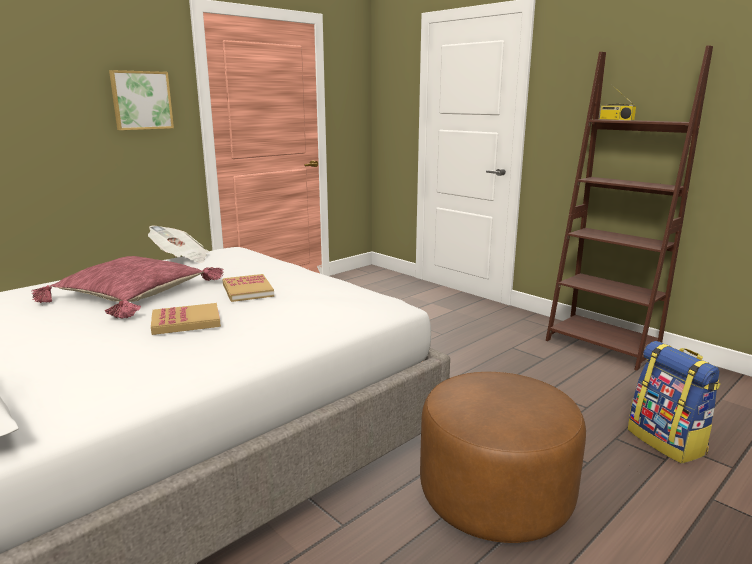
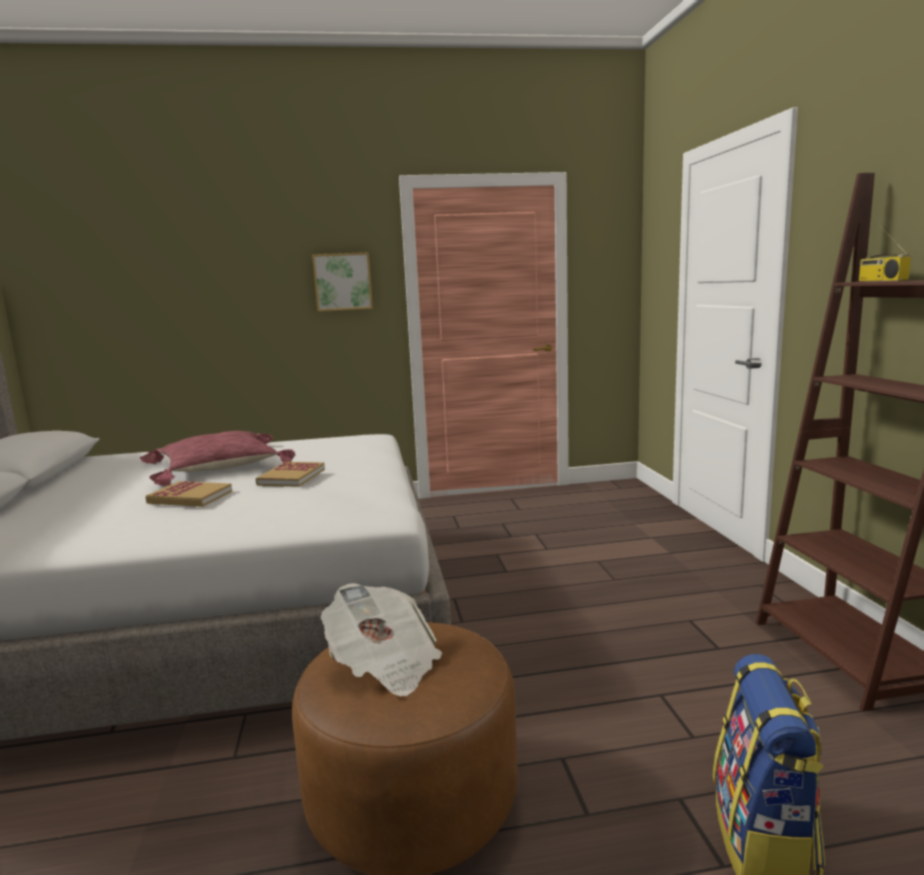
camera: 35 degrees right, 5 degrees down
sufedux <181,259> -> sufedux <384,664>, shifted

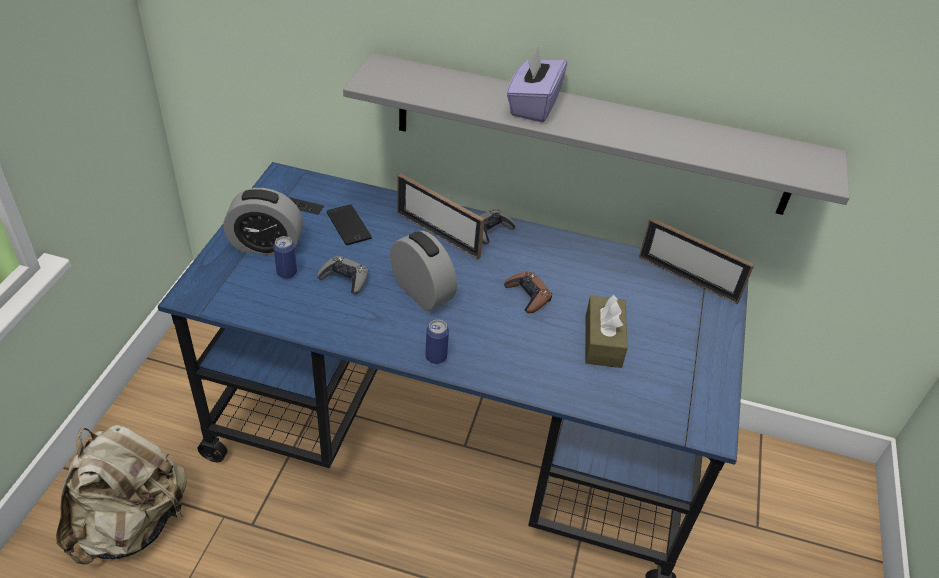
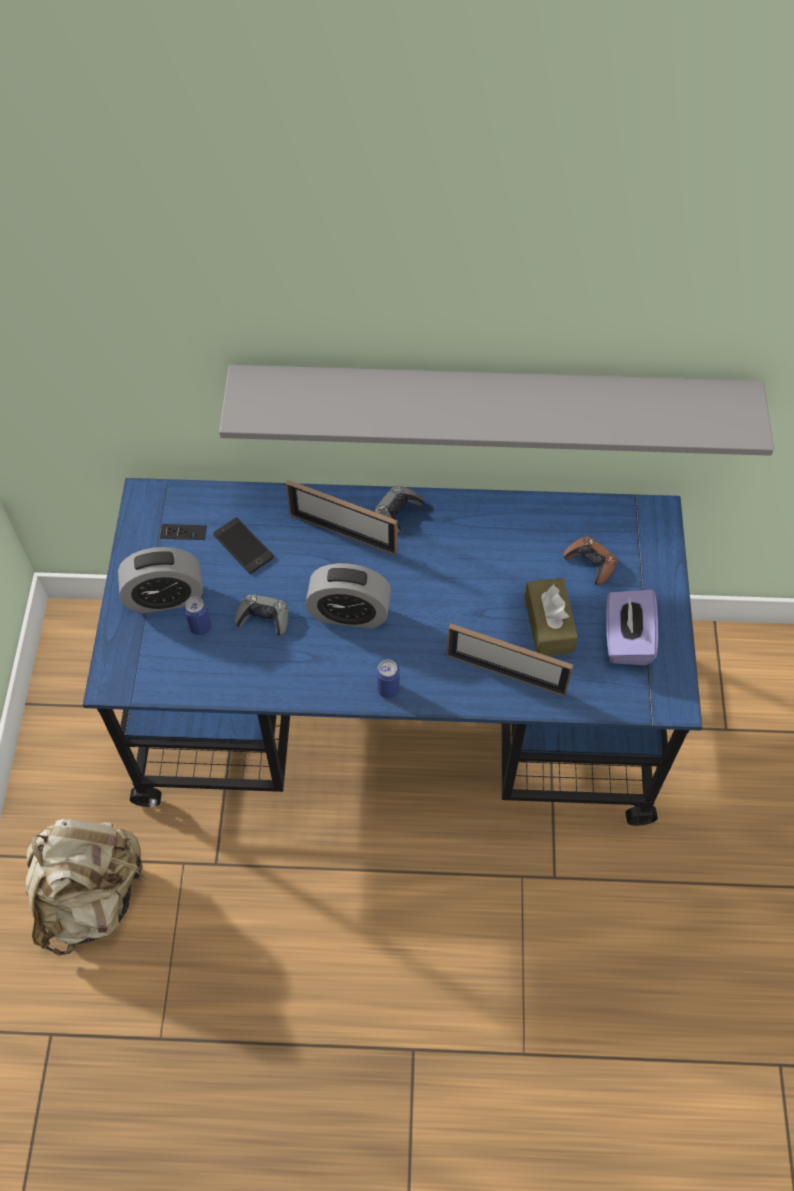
camera: 10 degrees left, 15 degrees up
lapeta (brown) <528,295> -> lapeta (brown) <590,563>, shifted
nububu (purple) <533,105> -> nububu (purple) <626,639>, shifted
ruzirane <687,279> -> ruzirane <505,673>, shifted
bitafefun <422,292> -> bitafefun <349,613>, 150 degrees clockwise

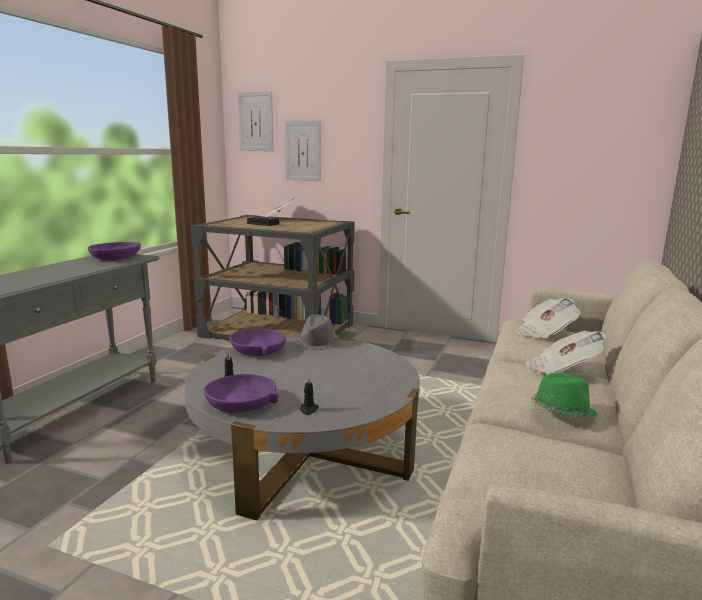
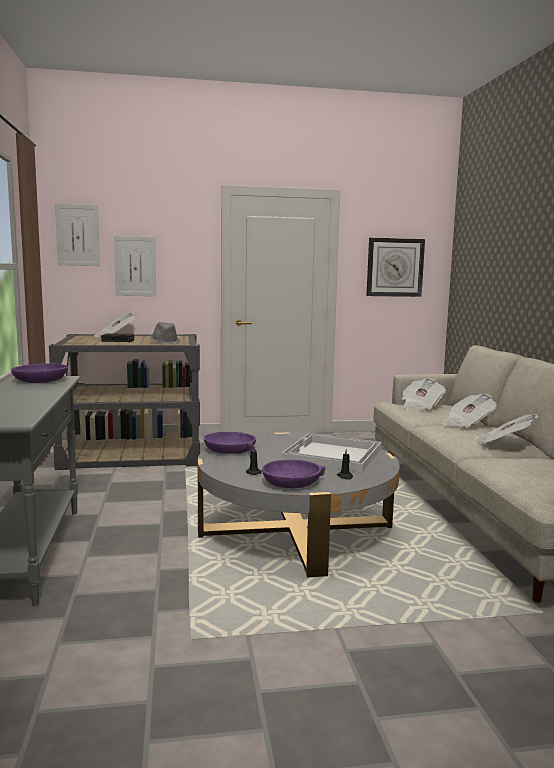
camera: 30 degrees left, 5 degrees down
none -> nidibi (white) <331,454>
none -> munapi <395,267>
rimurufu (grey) <317,342> -> rimurufu (grey) <165,342>, shifted
rimurufu (green) <561,411> -> sufedux <502,444>

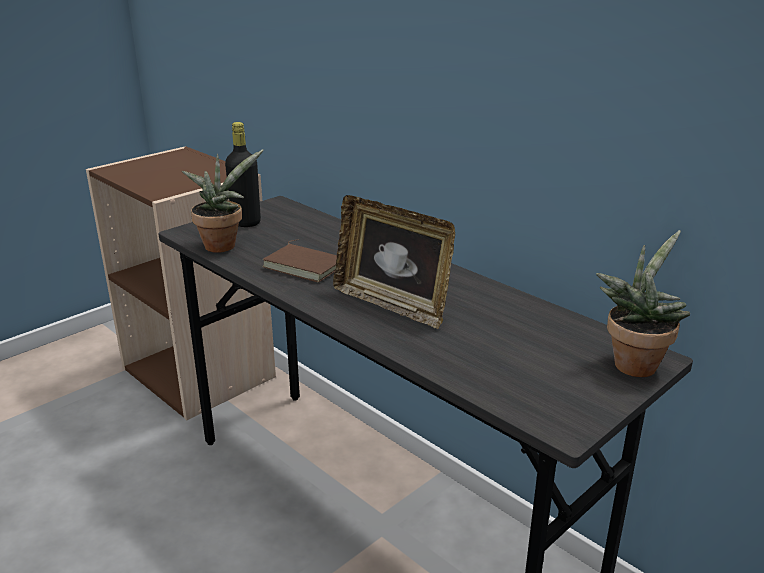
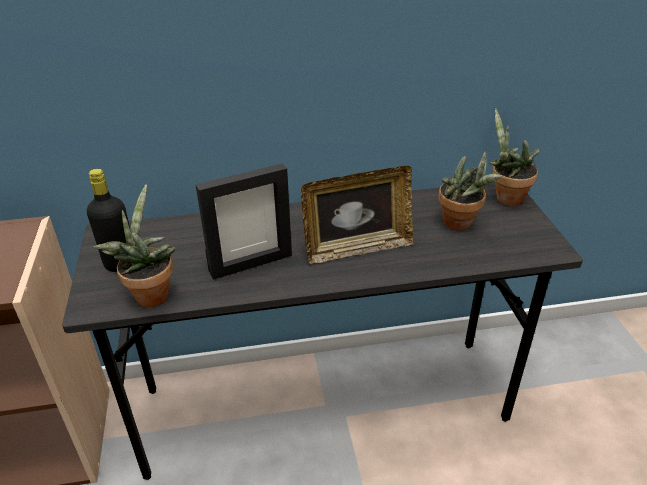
camera: 55 degrees left, 10 degrees up
none -> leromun <461,224>
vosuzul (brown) <306,266> -> ruzirane <250,263>

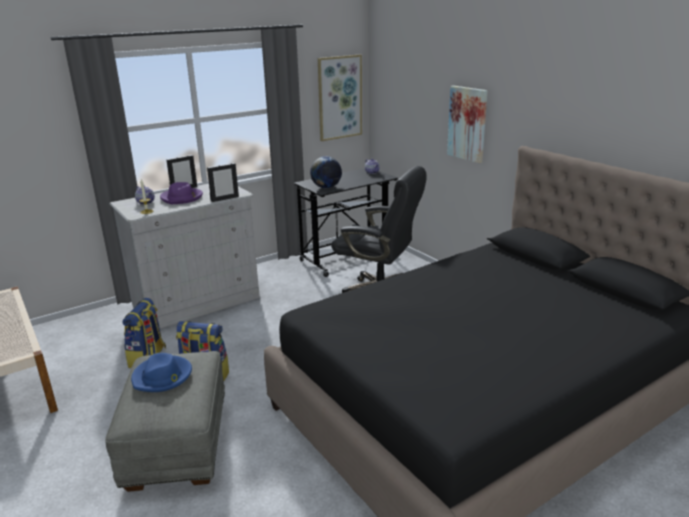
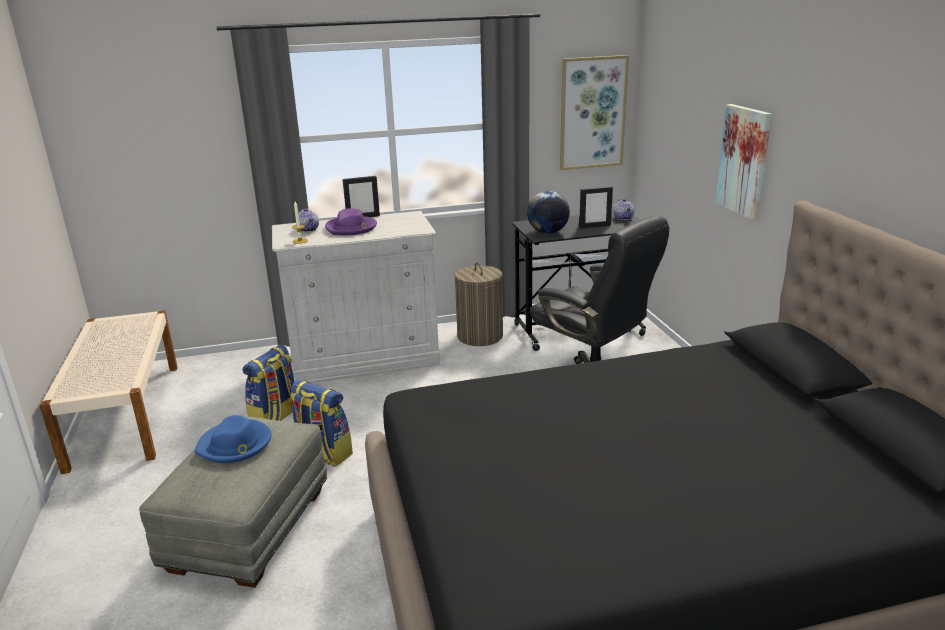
camera: 20 degrees right, 0 degrees up
none -> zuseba <480,336>
ruzirane <224,198> -> ruzirane <594,226>, shifted

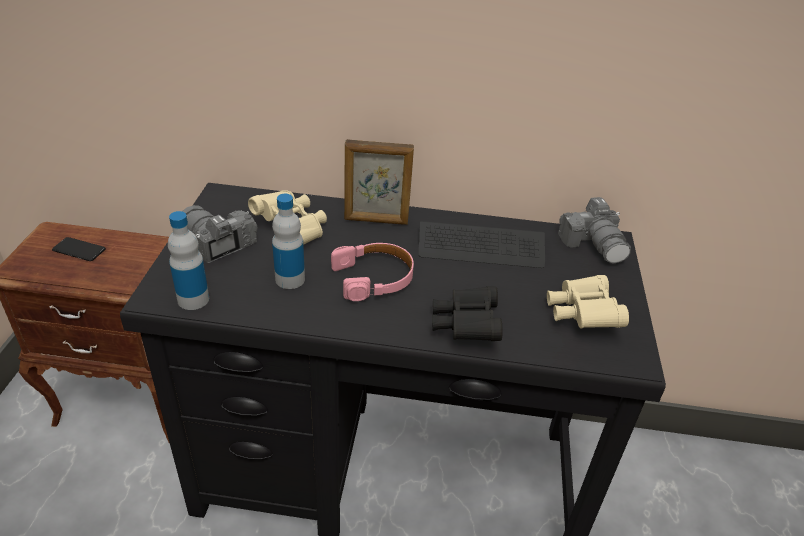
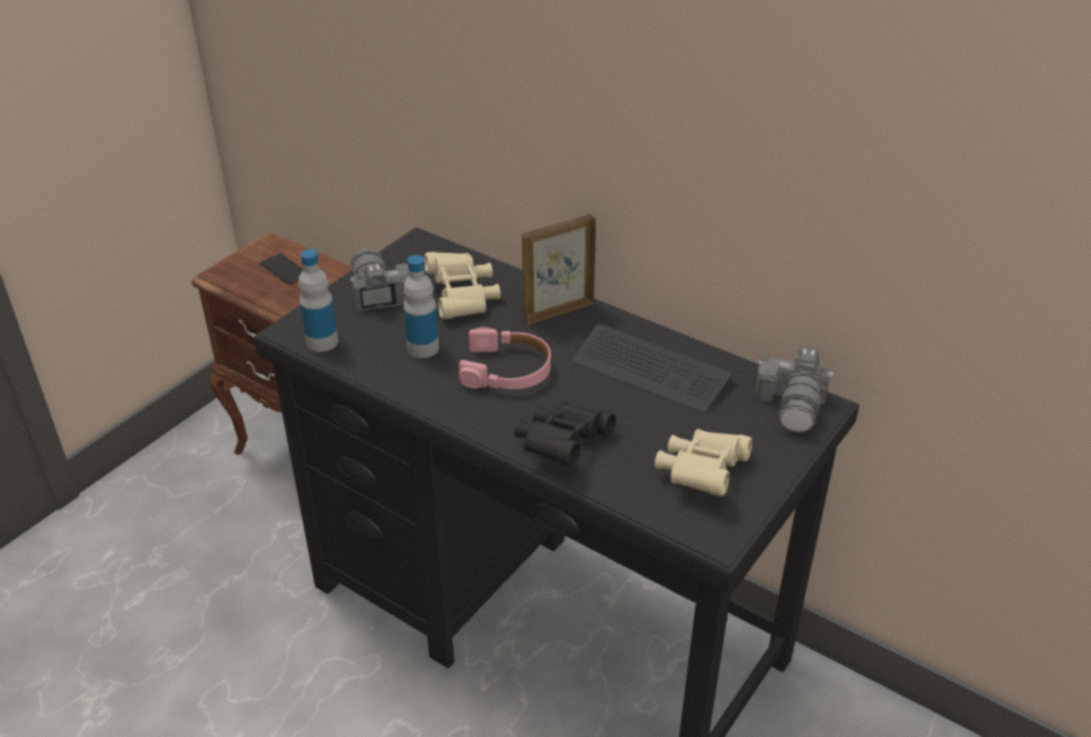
camera: 30 degrees right, 0 degrees up
ruzirane <376,220> -> ruzirane <557,311>, 120 degrees clockwise

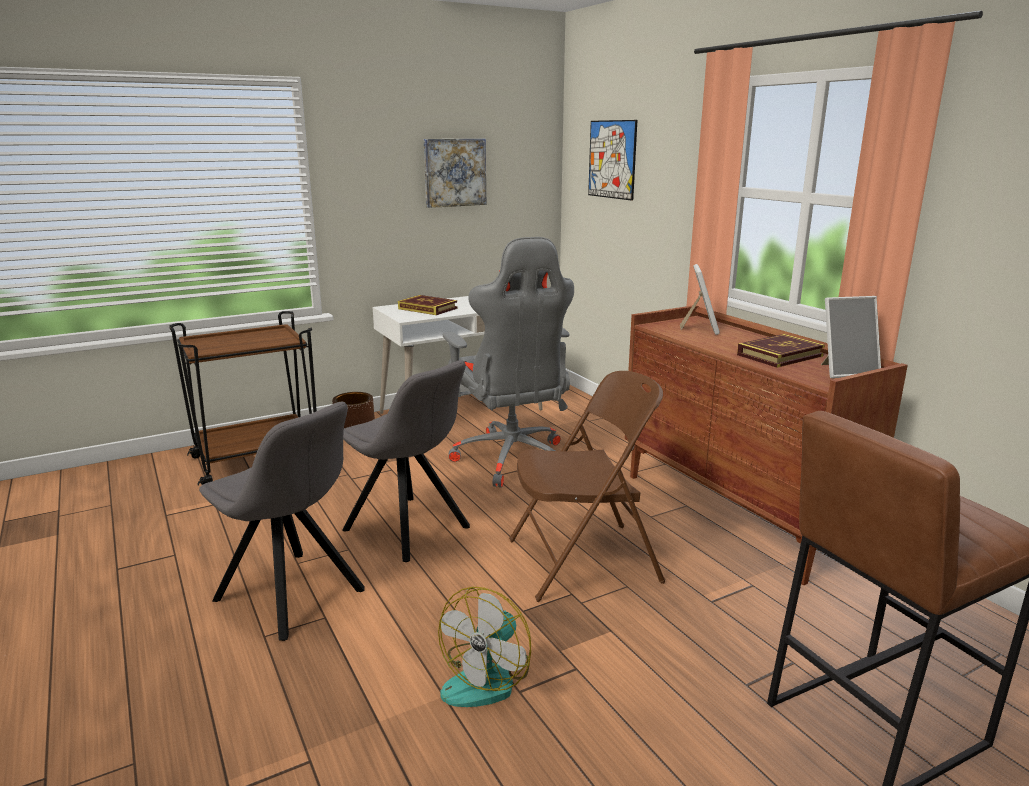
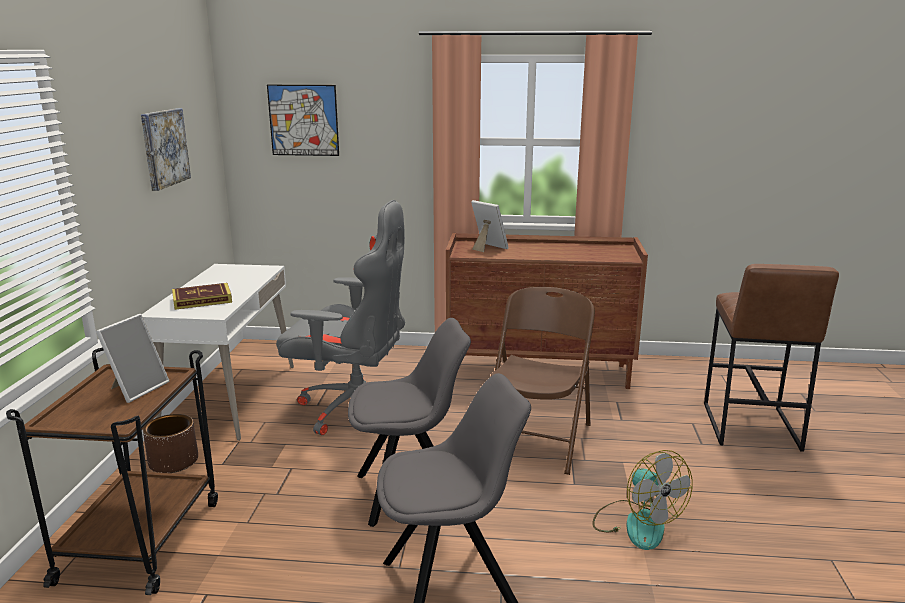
camera: 55 degrees left, 0 degrees up
vosuzul <779,355> -> none
ruzirane <845,371> -> ruzirane <137,389>, shifted

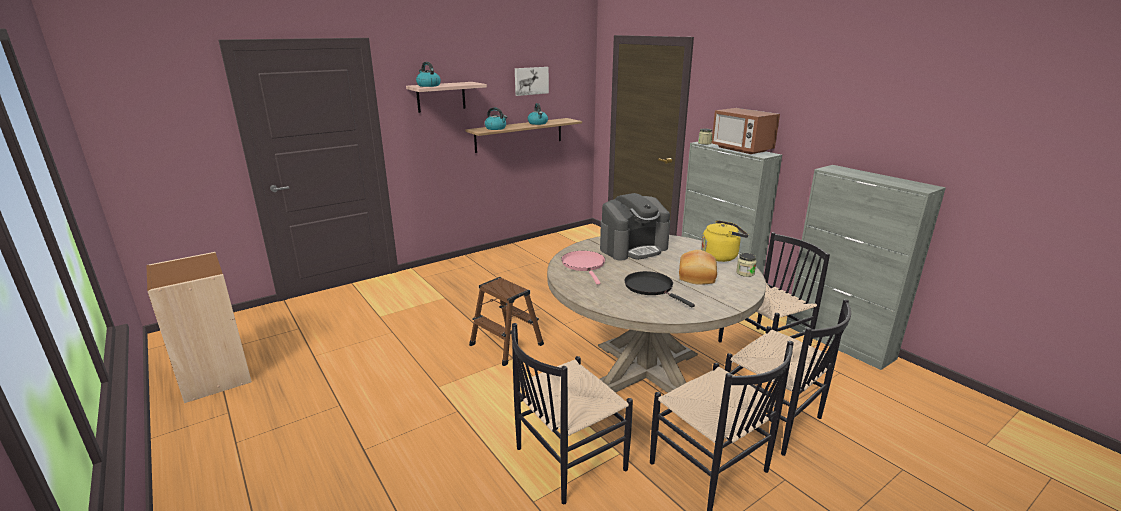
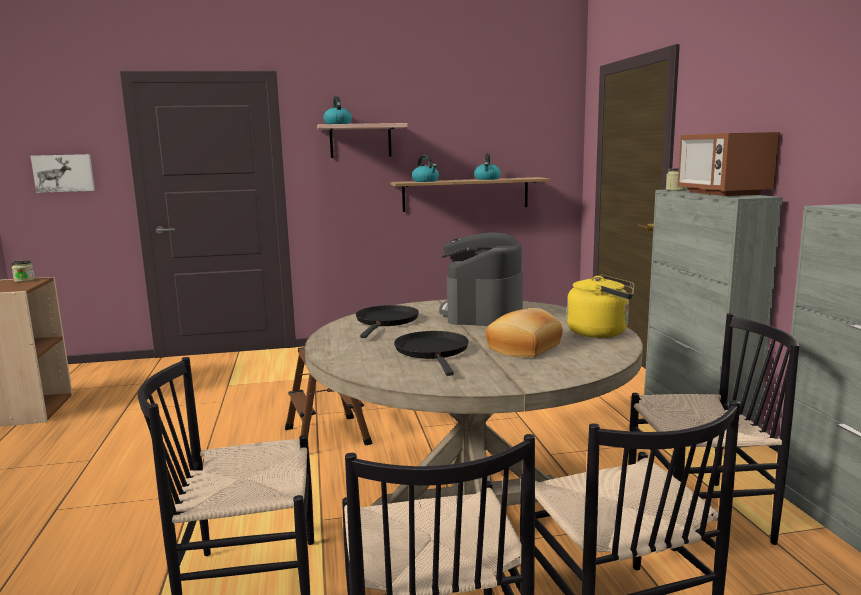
camera: 25 degrees right, 10 degrees down
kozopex <531,81> -> kozopex <64,173>, shifted
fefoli <745,273> -> fefoli <24,280>, shifted
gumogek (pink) <584,265> -> gumogek (black) <386,321>
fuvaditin <633,248> -> fuvaditin <482,313>, 105 degrees clockwise

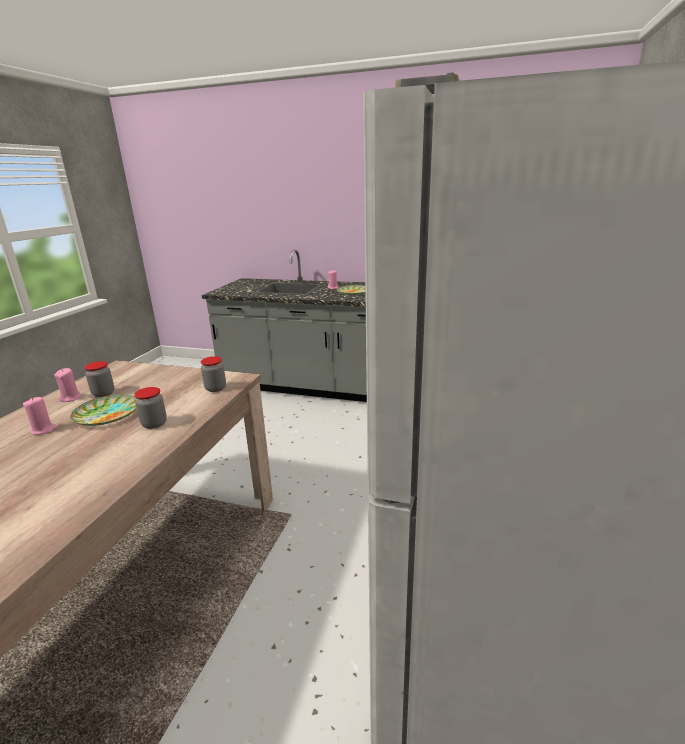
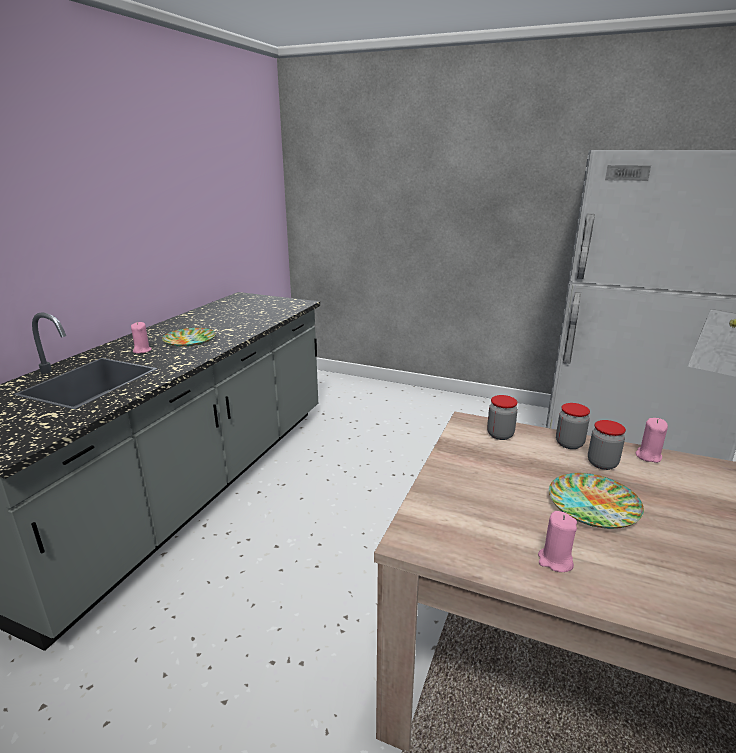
camera: 85 degrees left, 0 degrees up
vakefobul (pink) <43,430> -> vakefobul (pink) <648,456>, shifted
fefoli <103,393> -> fefoli <569,444>, shifted

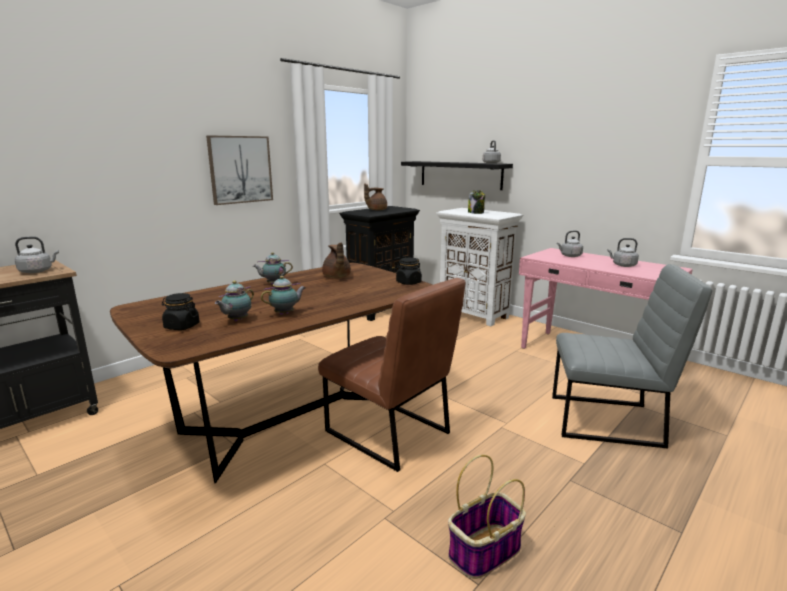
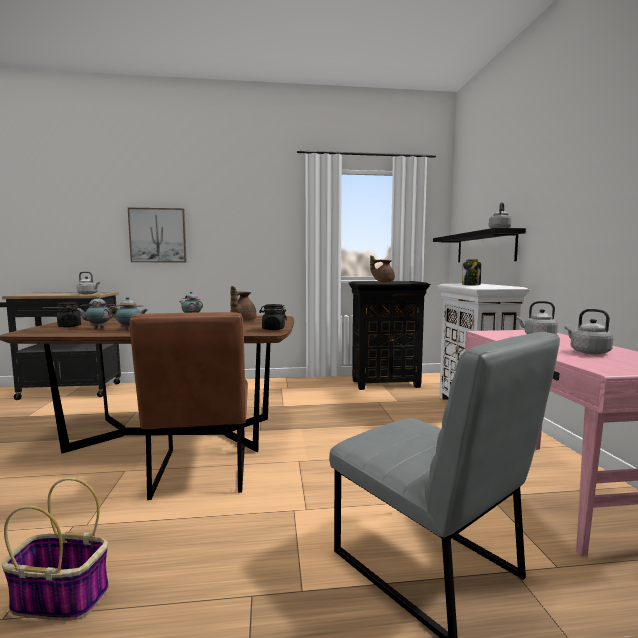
camera: 40 degrees right, 10 degrees down
kozopex <240,169> -> kozopex <158,235>, shifted

